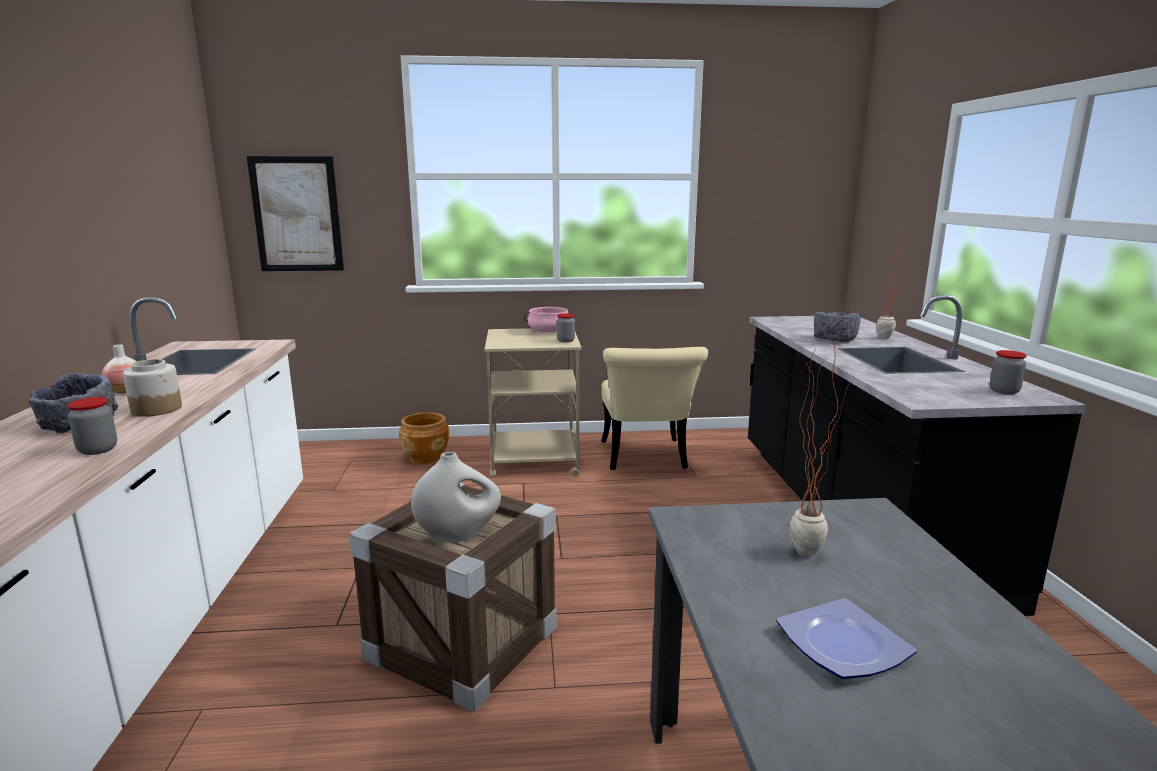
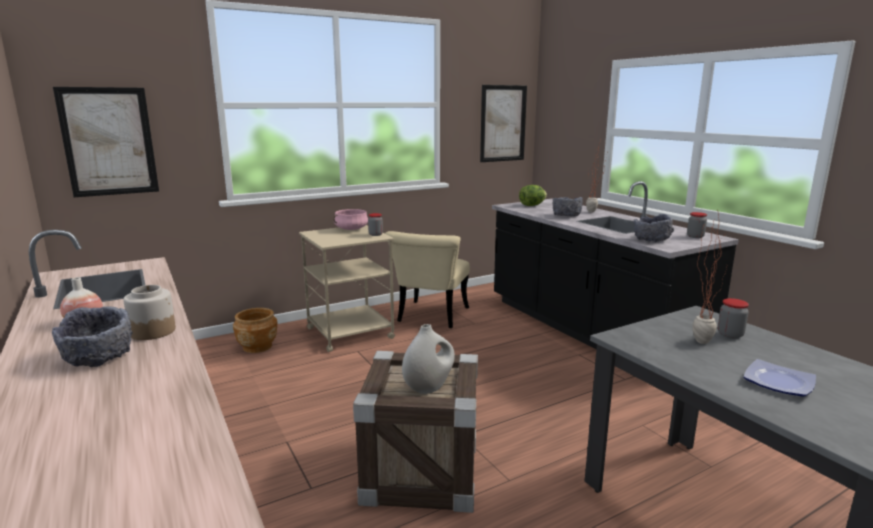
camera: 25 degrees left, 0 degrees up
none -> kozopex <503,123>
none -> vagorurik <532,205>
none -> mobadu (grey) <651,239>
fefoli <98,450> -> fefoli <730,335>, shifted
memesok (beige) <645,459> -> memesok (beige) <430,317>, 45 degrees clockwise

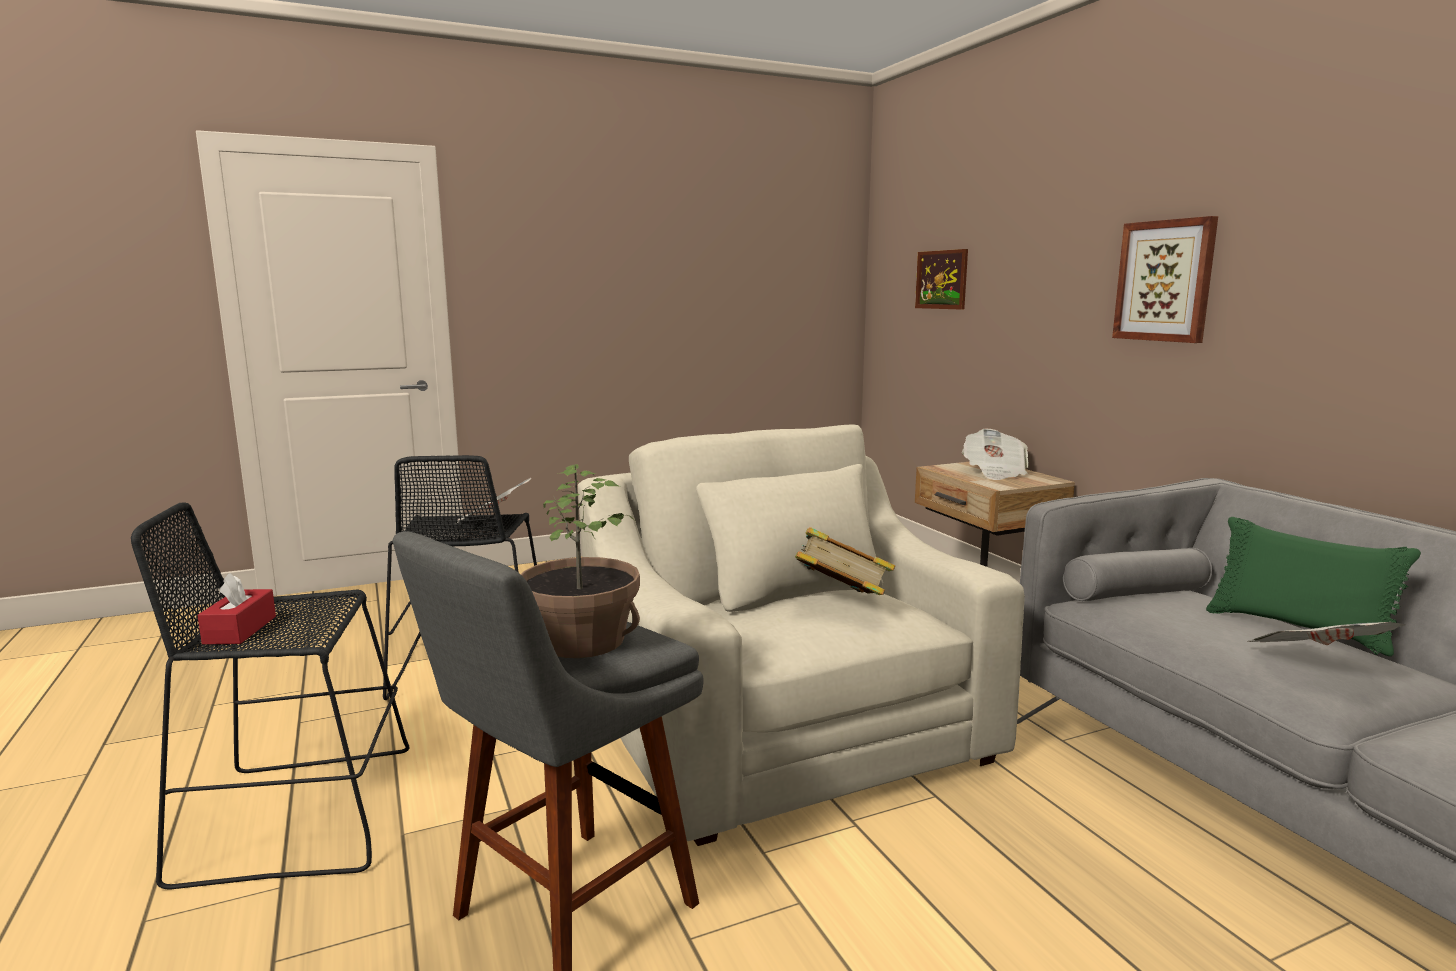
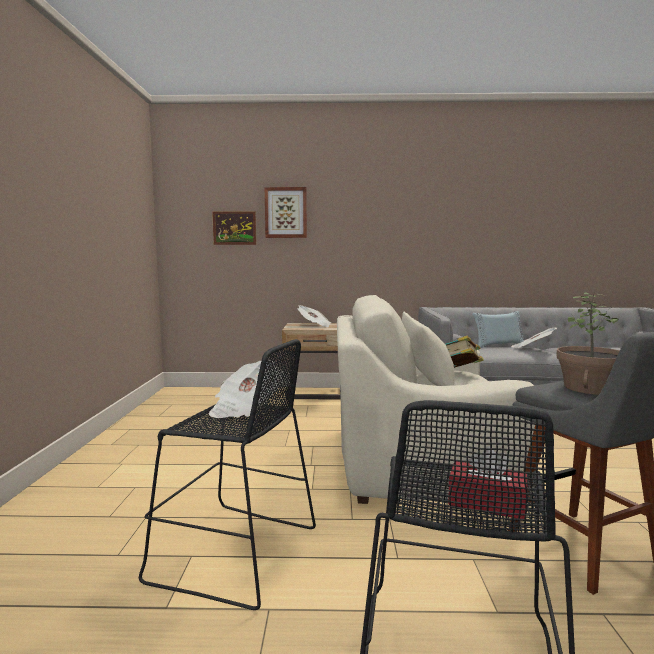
camera: 65 degrees left, 5 degrees down
kozopex <1165,281> -> kozopex <286,213>, shifted
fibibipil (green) <1297,629> -> fibibipil (blue) <498,345>

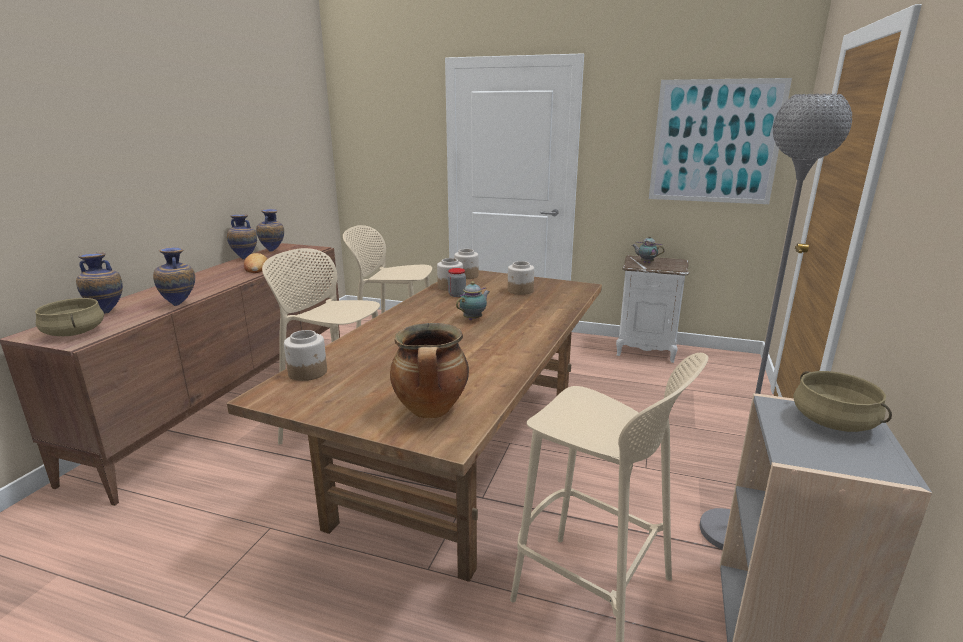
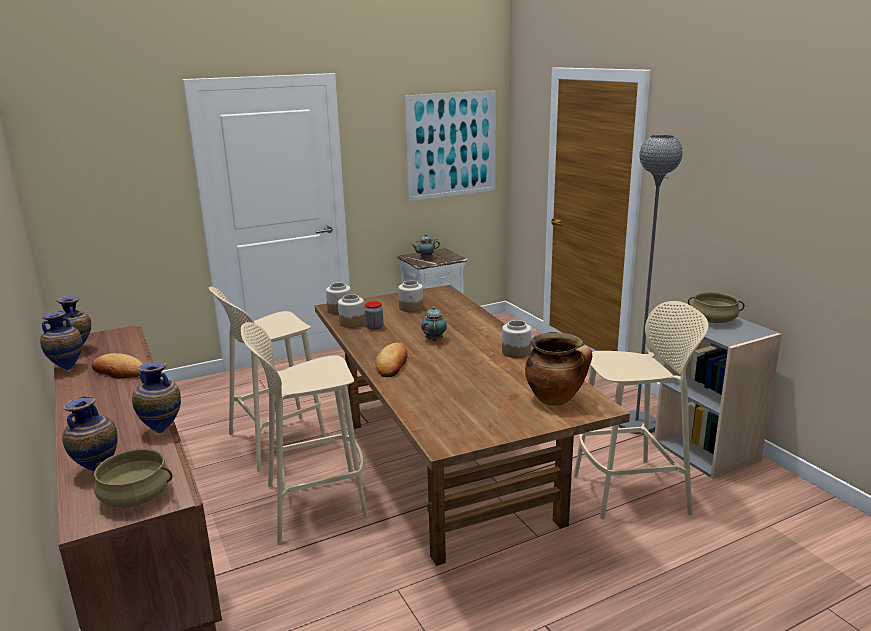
camera: 45 degrees left, 0 degrees up
none -> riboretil <392,364>
fefoli <308,372> -> fefoli <516,352>, shifted

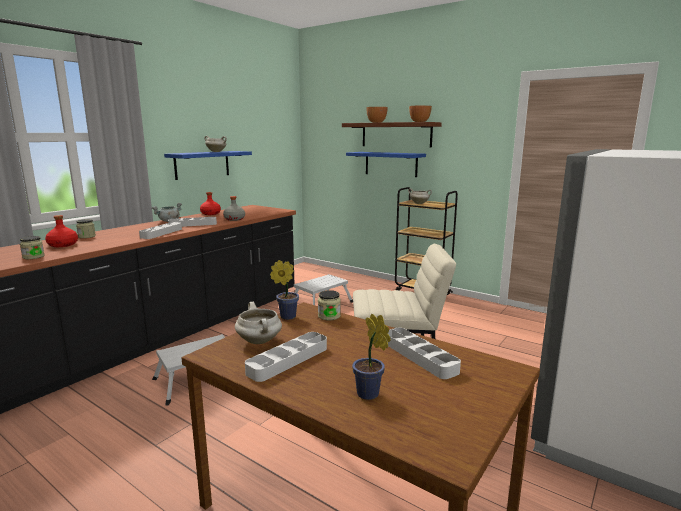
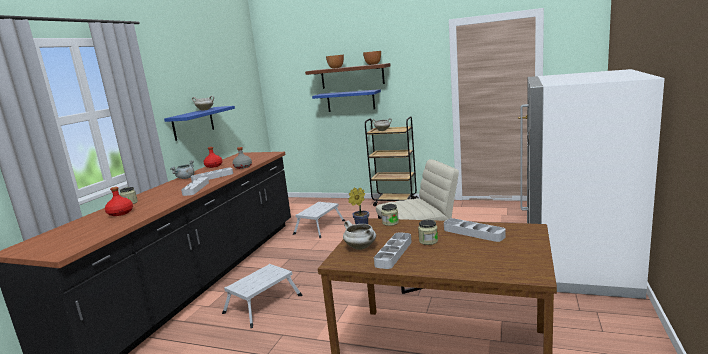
camera: 15 degrees left, 0 degrees up
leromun <370,395> -> none
fefoli <33,257> -> fefoli <428,241>, shifted

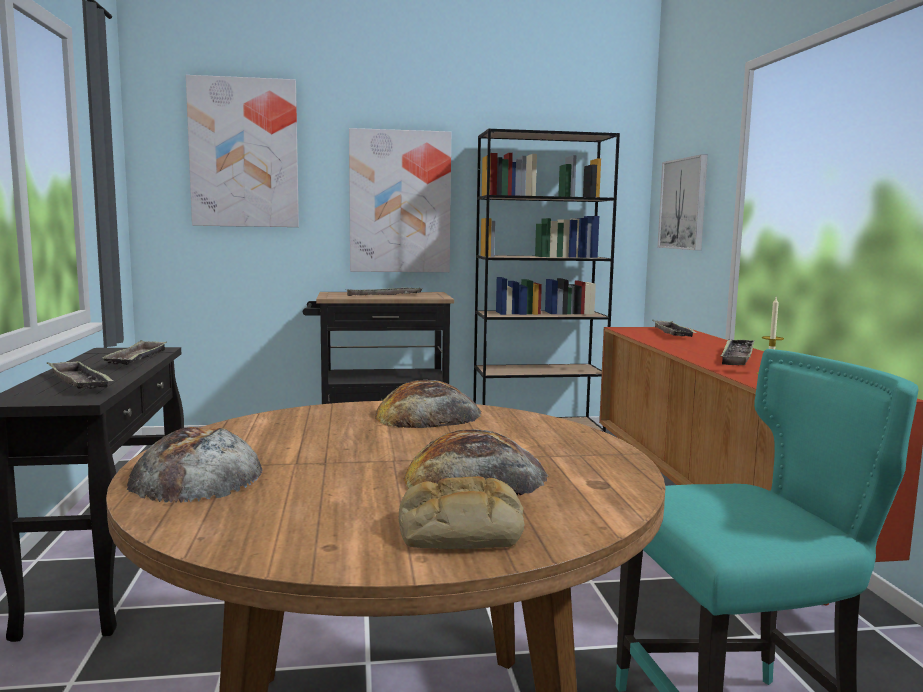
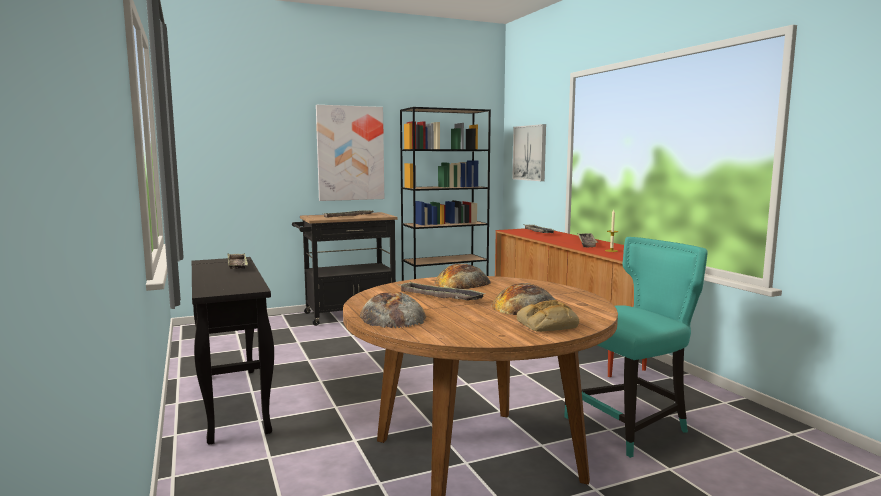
camera: 15 degrees left, 0 degrees up
kozopex <244,153> -> none
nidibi <79,382> -> nidibi <440,296>, shifted

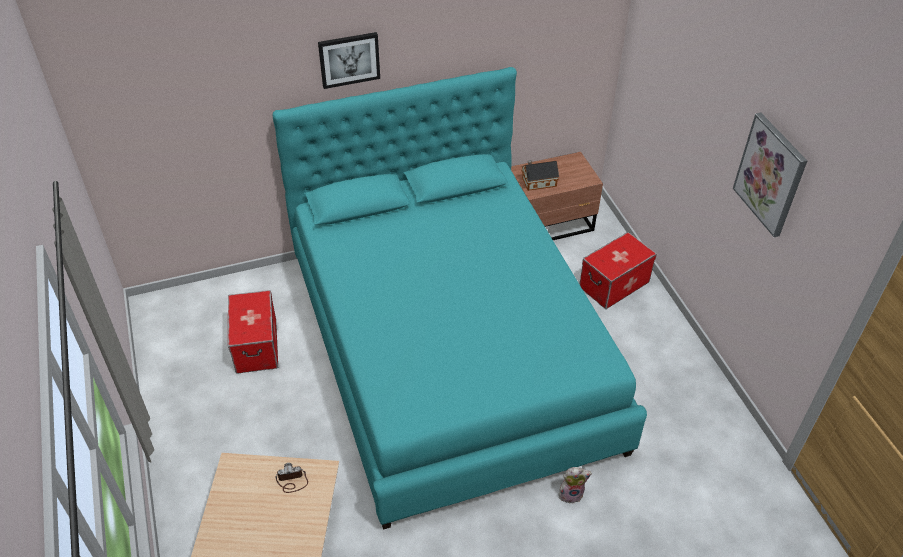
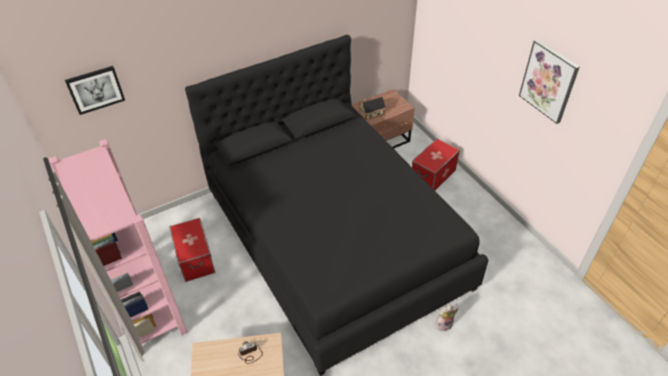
camera: 10 degrees left, 0 degrees up
none -> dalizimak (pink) <146,302>
kozopex <349,59> -> kozopex <95,89>, shifted
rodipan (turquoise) <450,350> -> rodipan (black) <334,238>

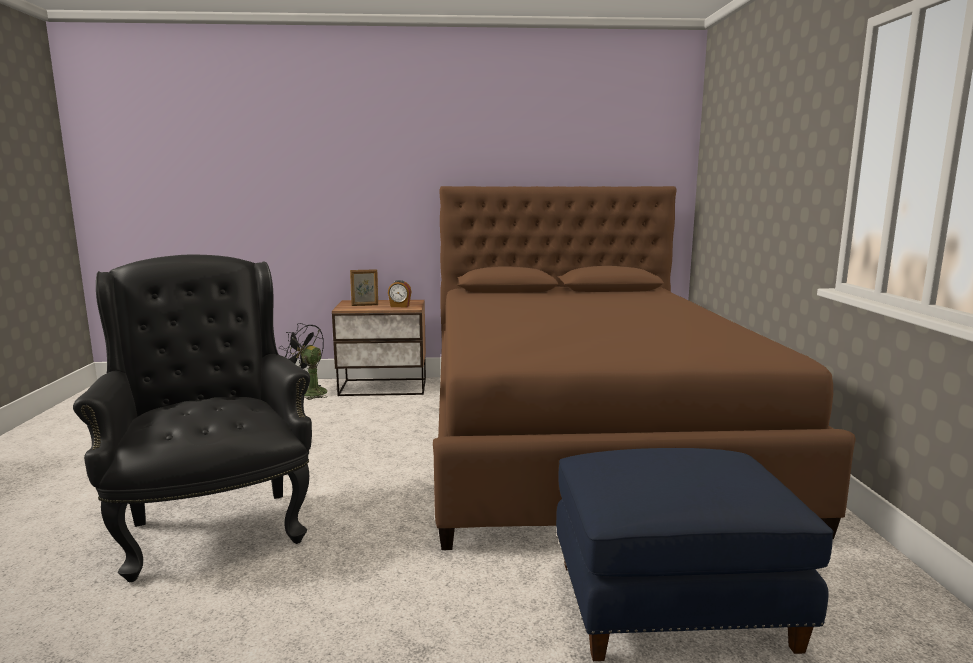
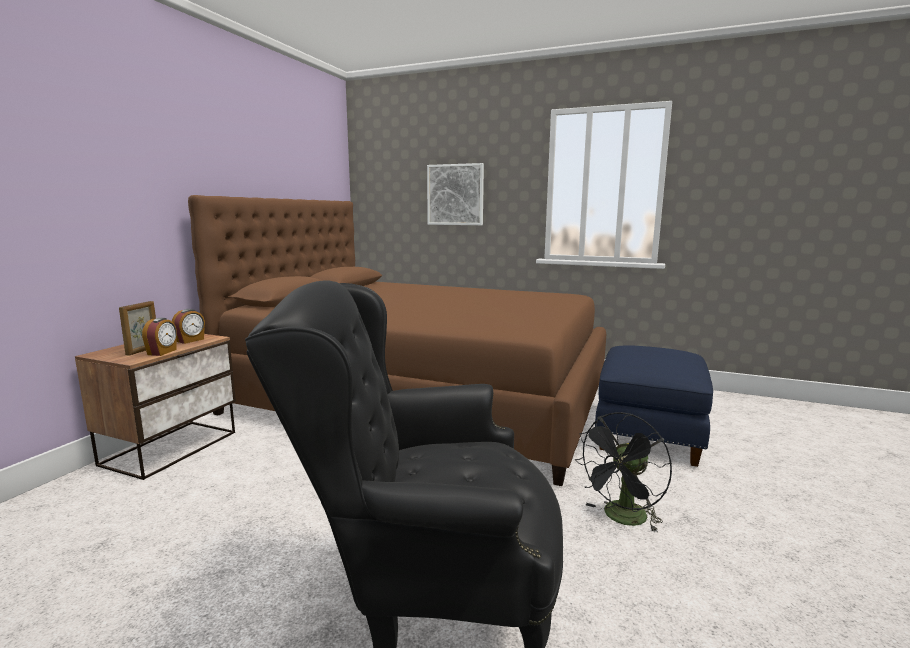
camera: 65 degrees left, 0 degrees up
none -> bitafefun <162,352>
none -> kozopex <455,195>
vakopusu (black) <307,392> -> vakopusu (black) <621,519>, shifted

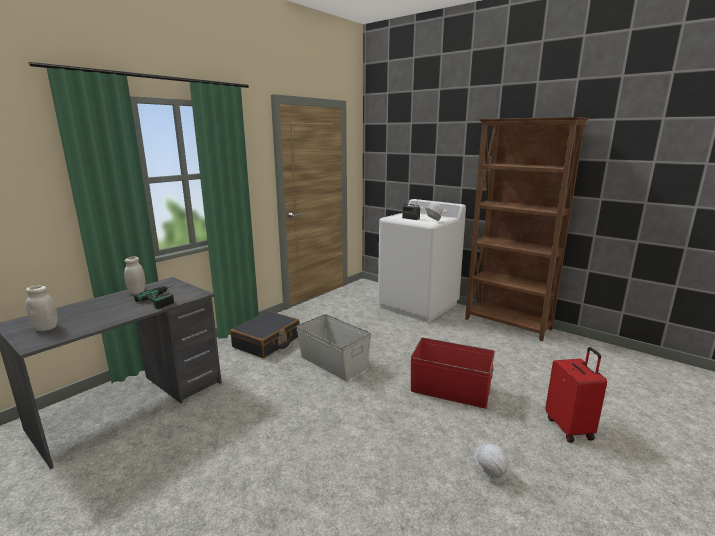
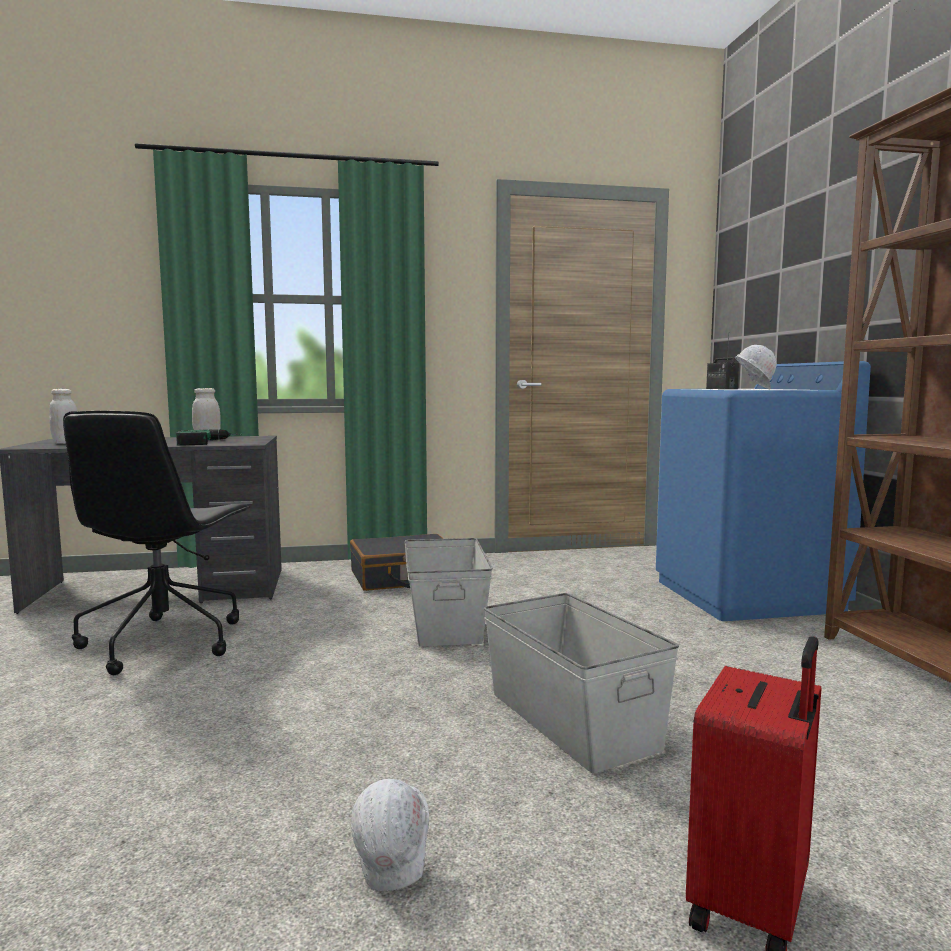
camera: 40 degrees right, 10 degrees down
none -> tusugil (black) <167,640>
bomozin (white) <418,305> -> bomozin (blue) <747,596>
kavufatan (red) <450,390> -> kavufatan (grey) <571,720>

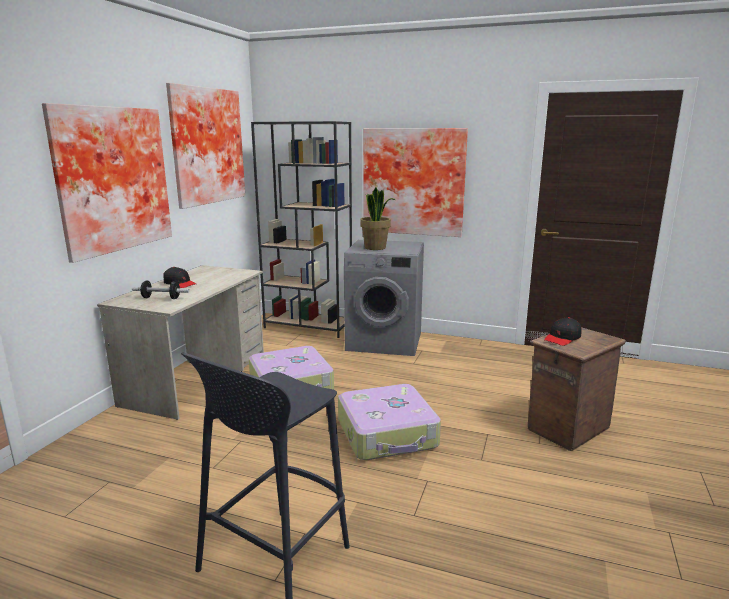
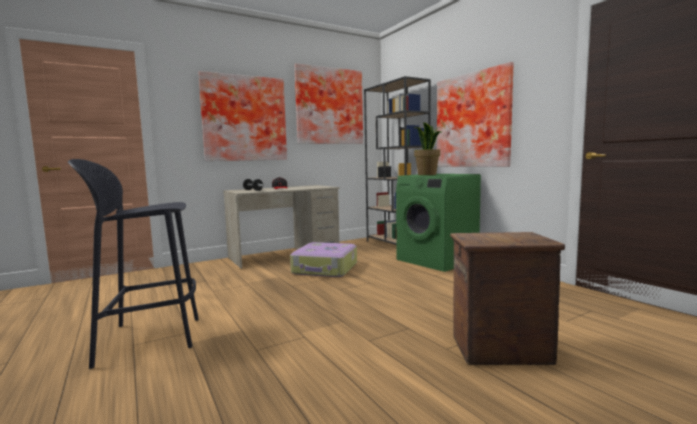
camera: 40 degrees right, 10 degrees down
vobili <388,434> -> none
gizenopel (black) <562,338> -> none
bomozin (grey) <384,342> -> bomozin (green) <436,260>

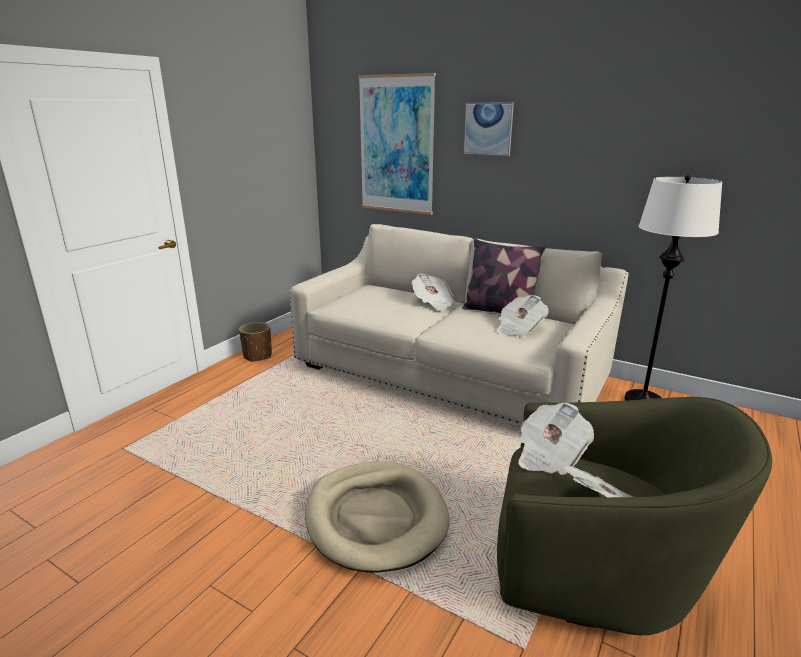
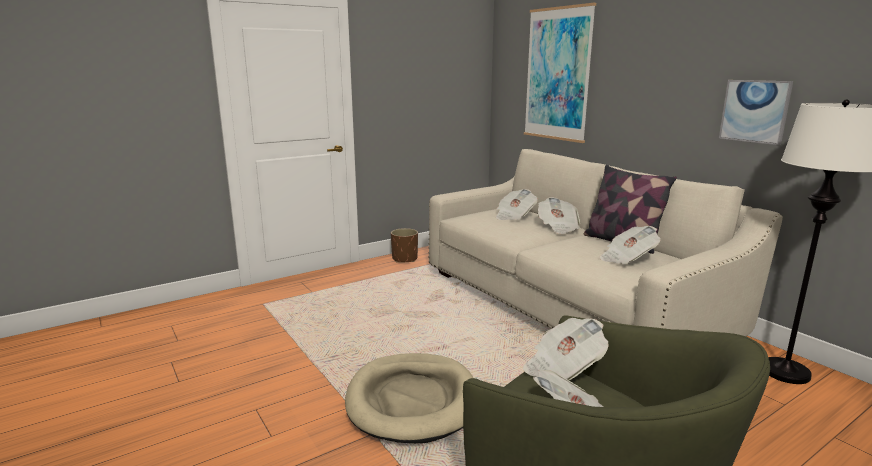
camera: 25 degrees right, 5 degrees down
none -> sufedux <514,216>
kozopex <488,129> -> kozopex <754,111>, shifted

